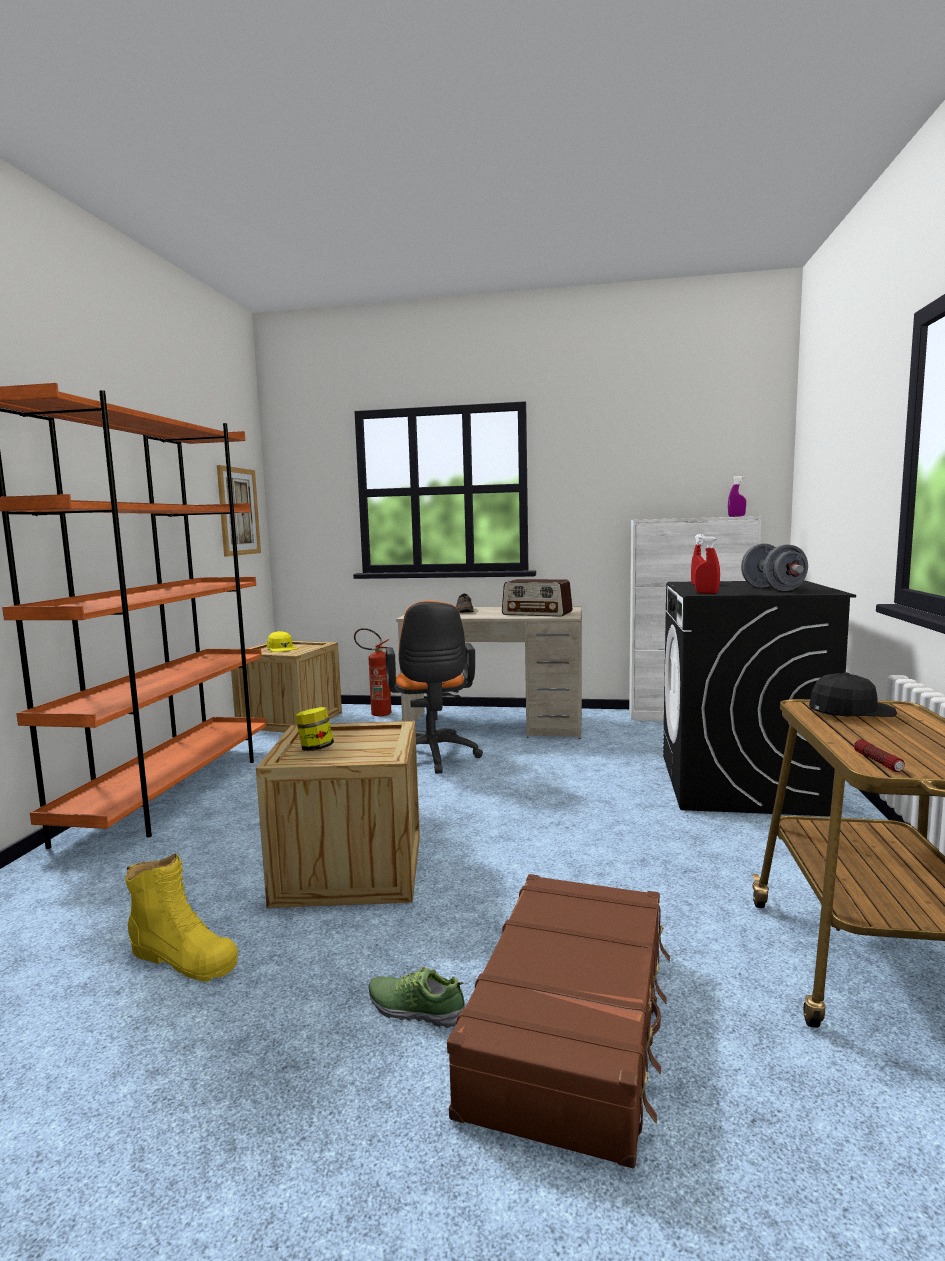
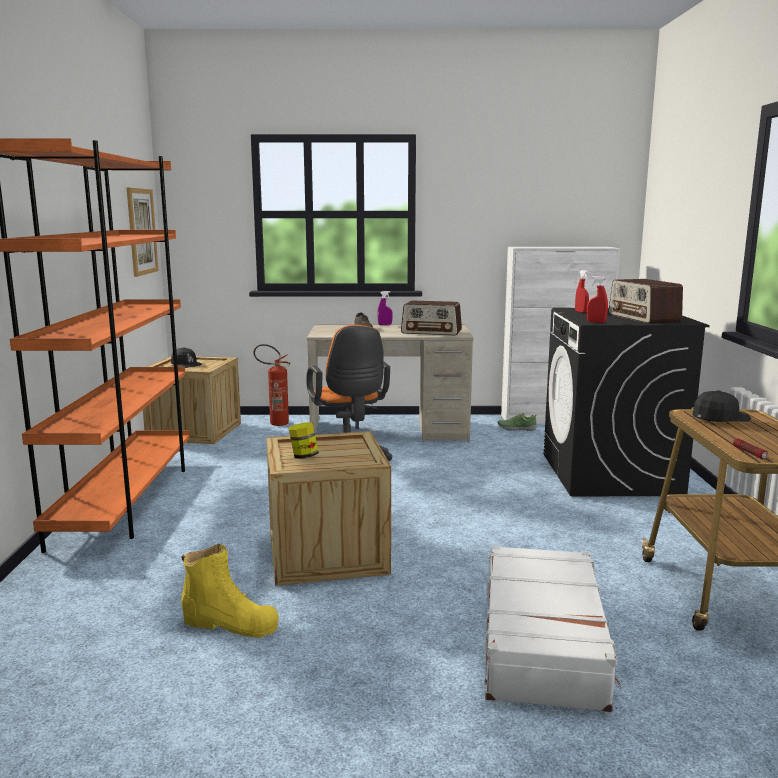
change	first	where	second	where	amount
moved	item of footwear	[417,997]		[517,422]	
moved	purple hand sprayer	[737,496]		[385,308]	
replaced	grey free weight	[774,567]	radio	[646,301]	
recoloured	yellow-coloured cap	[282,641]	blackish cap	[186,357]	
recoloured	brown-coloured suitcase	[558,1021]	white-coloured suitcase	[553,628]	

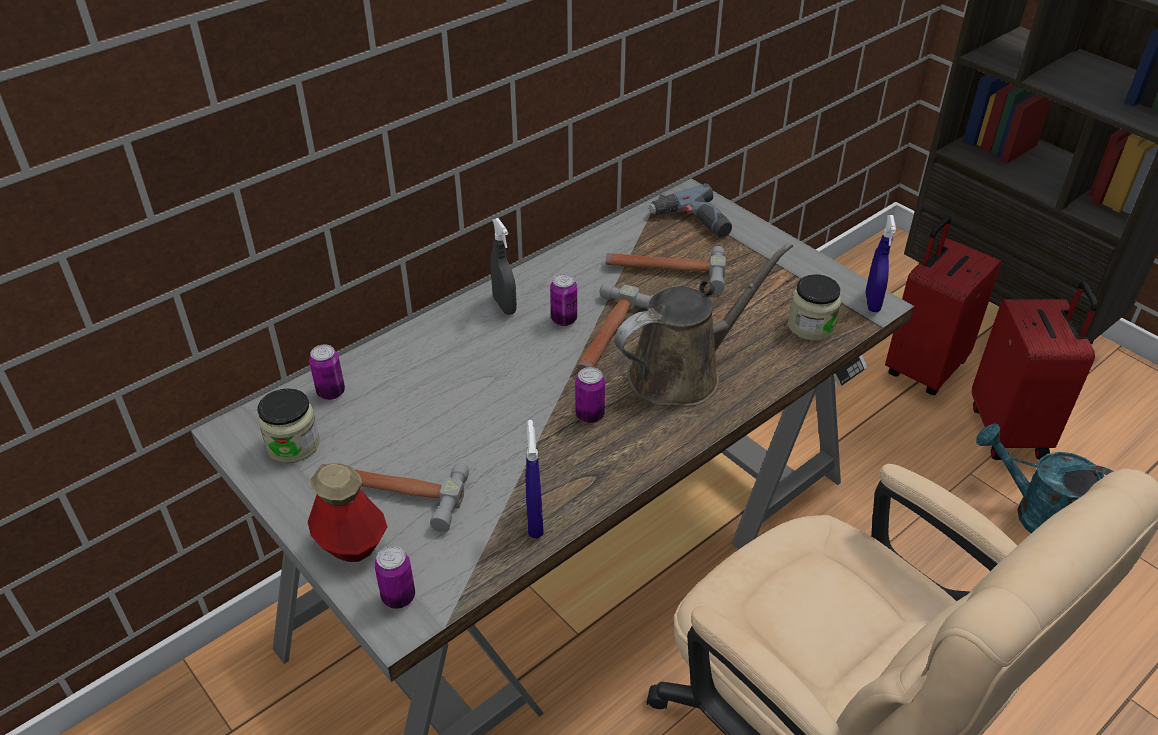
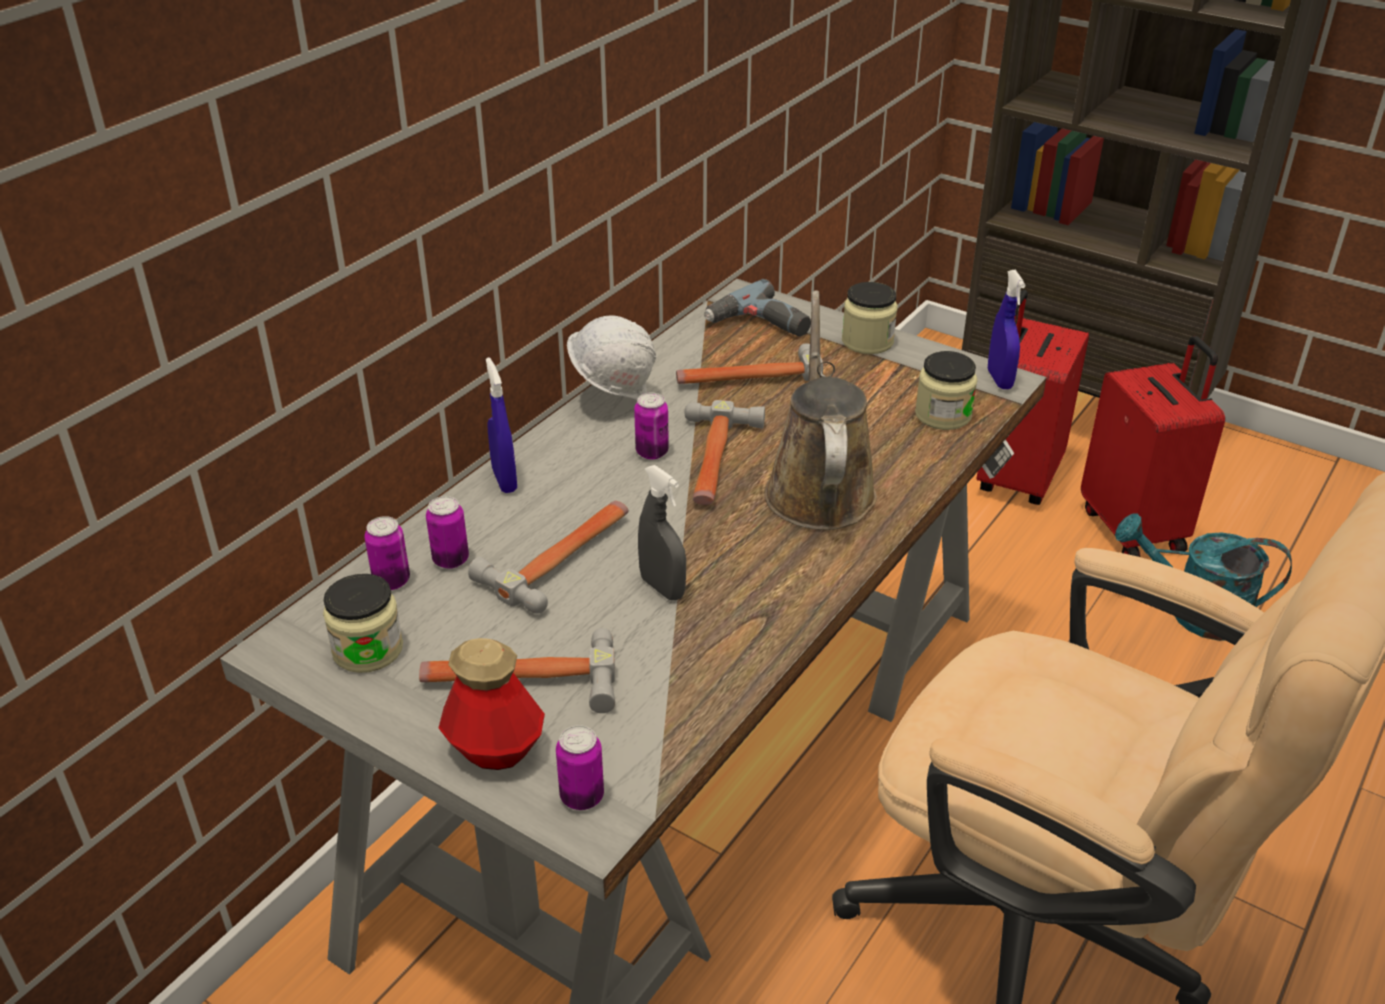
change	first	where	second	where	amount
added			tool hammer	[548,557]	
added			white-coloured work helmet	[611,358]	
added			storage jar	[869,318]	
moved	grey hand sprayer	[503,266]		[662,532]	
moved	blue hand sprayer	[534,479]		[501,425]	
moved	can	[590,395]		[447,532]	
turned	brown-coloured watering pot	[704,324]		[820,410]	45 degrees counterclockwise

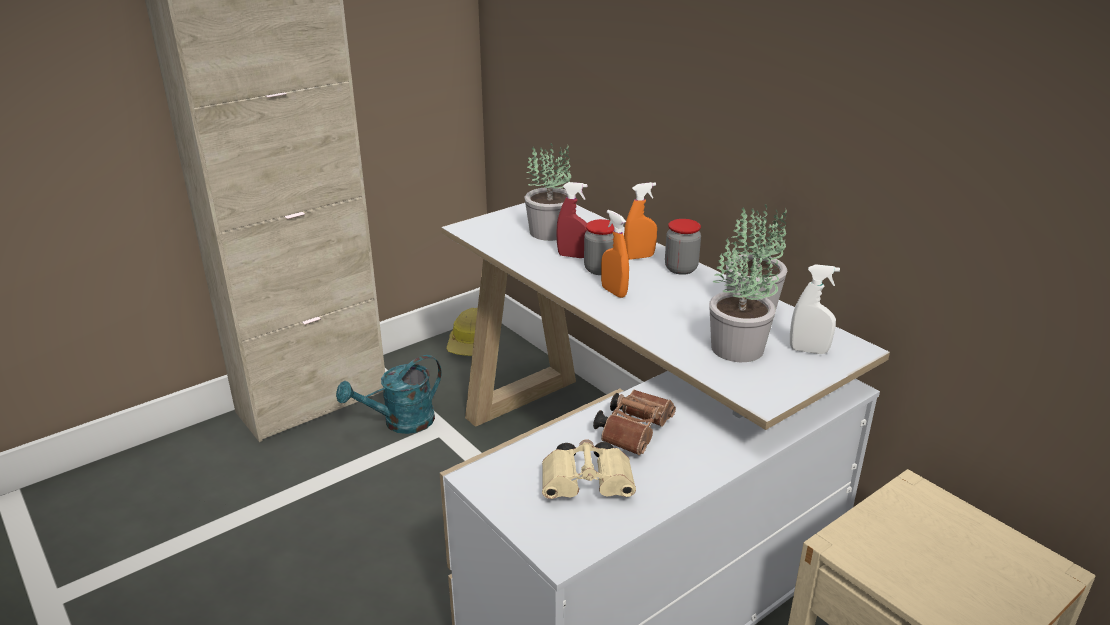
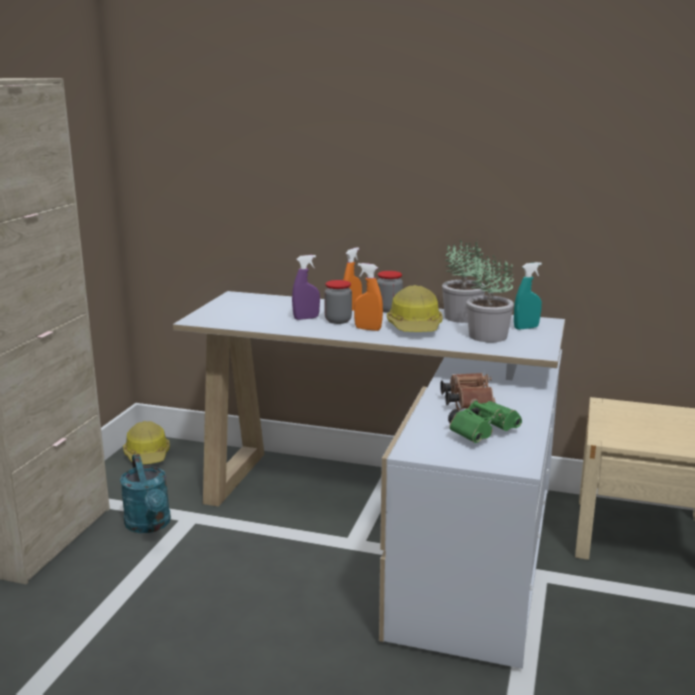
change	first	where	second	where	amount
removed	houseplant	[547,192]			
added			work helmet	[415,308]	
recoloured	sand-coloured field glasses	[589,469]	green-coloured field glasses	[485,420]	
recoloured	reddish hand sprayer	[571,220]	purple hand sprayer	[306,287]	
recoloured	white-coloured hand sprayer	[815,309]	blue-green hand sprayer	[528,296]	
turned	blue-green watering pot	[389,394]		[145,493]	45 degrees counterclockwise

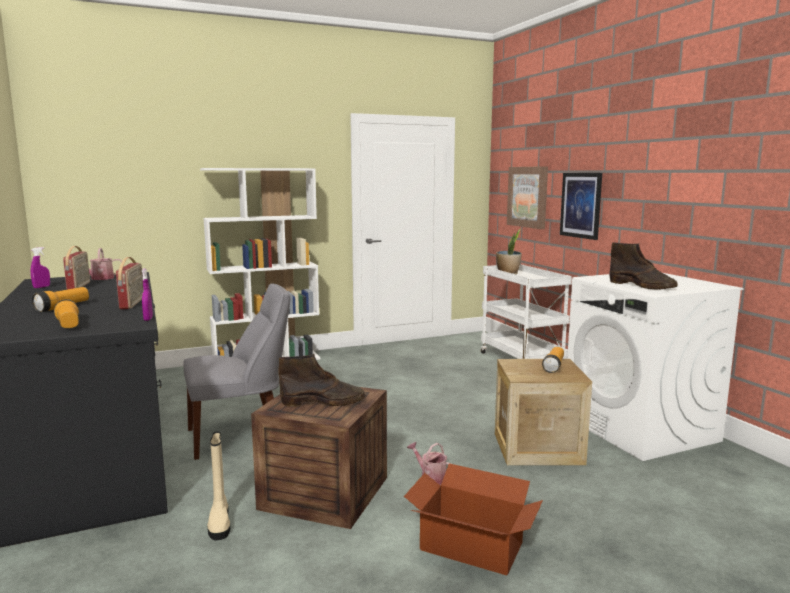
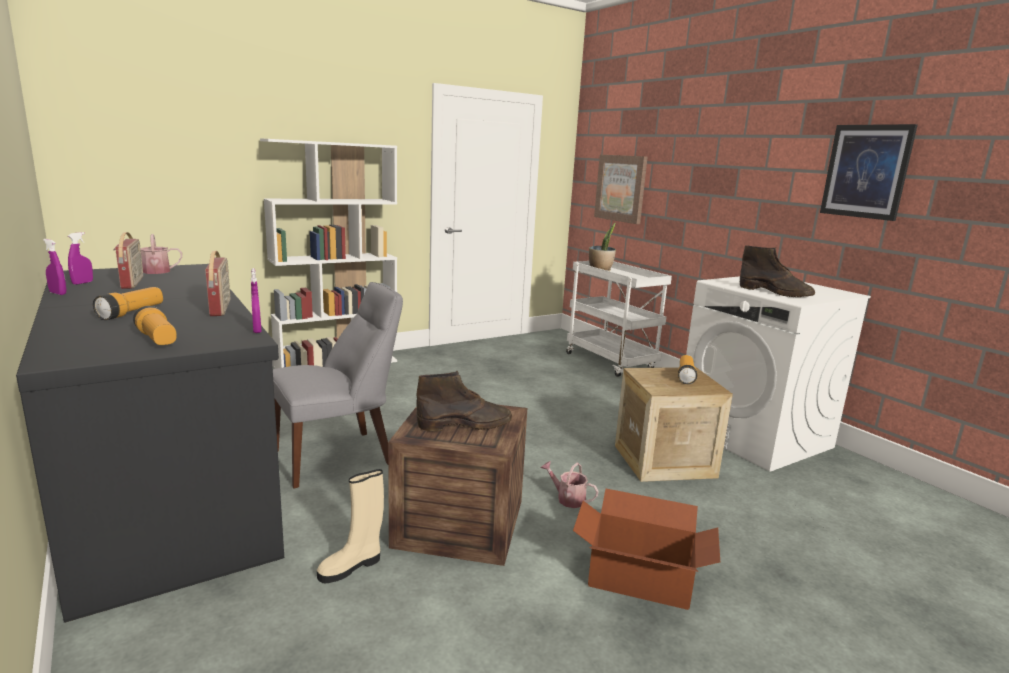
change	first	where	second	where	amount
added			purple hand sprayer	[54,267]	
moved	picture	[581,206]		[869,172]	
turned	sand-coloured tall boot	[219,485]		[350,526]	75 degrees clockwise

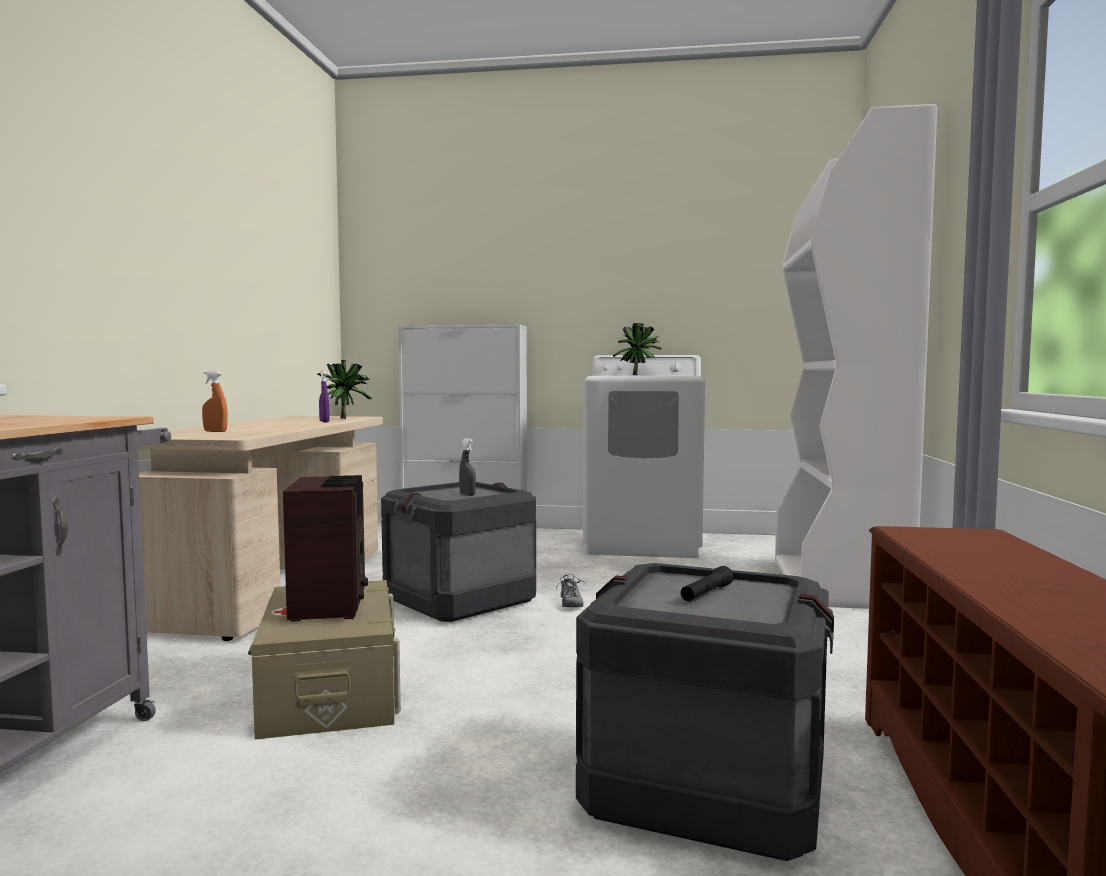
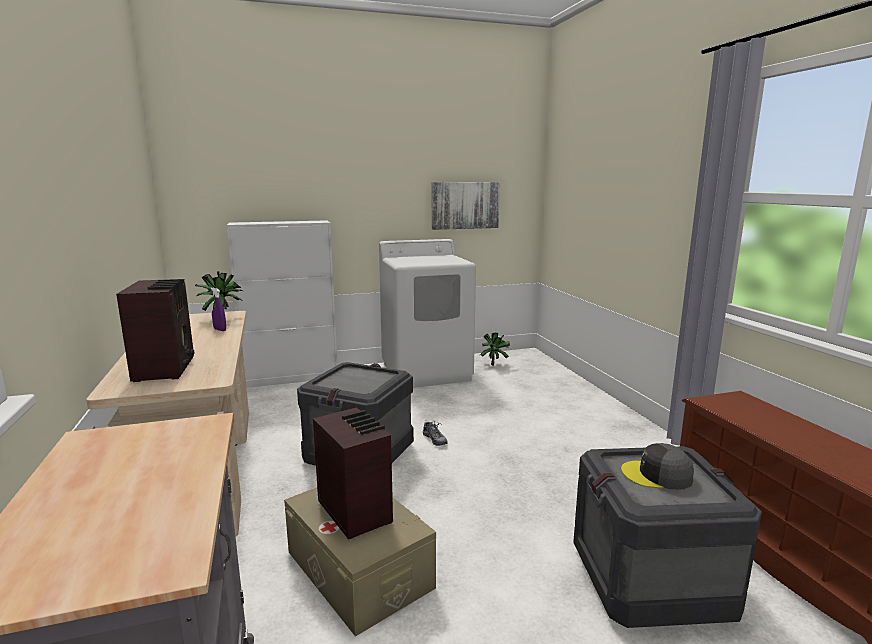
change	first	where	second	where	amount
removed	grey hand sprayer	[467,467]			
removed	white-coloured shelving unit	[856,356]			
added			picture	[466,206]	
moved	houseplant	[637,349]		[495,349]	
replaced	orangey hand sprayer	[215,401]	radio	[155,330]	
replaced	blackish hand torch	[707,583]	grey cap	[657,466]	

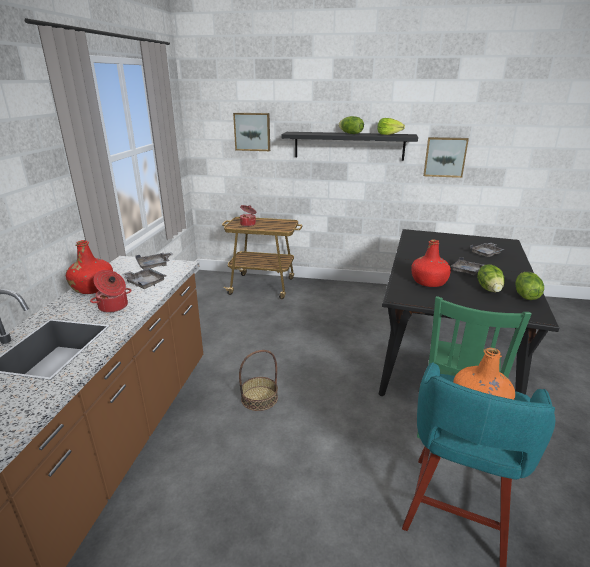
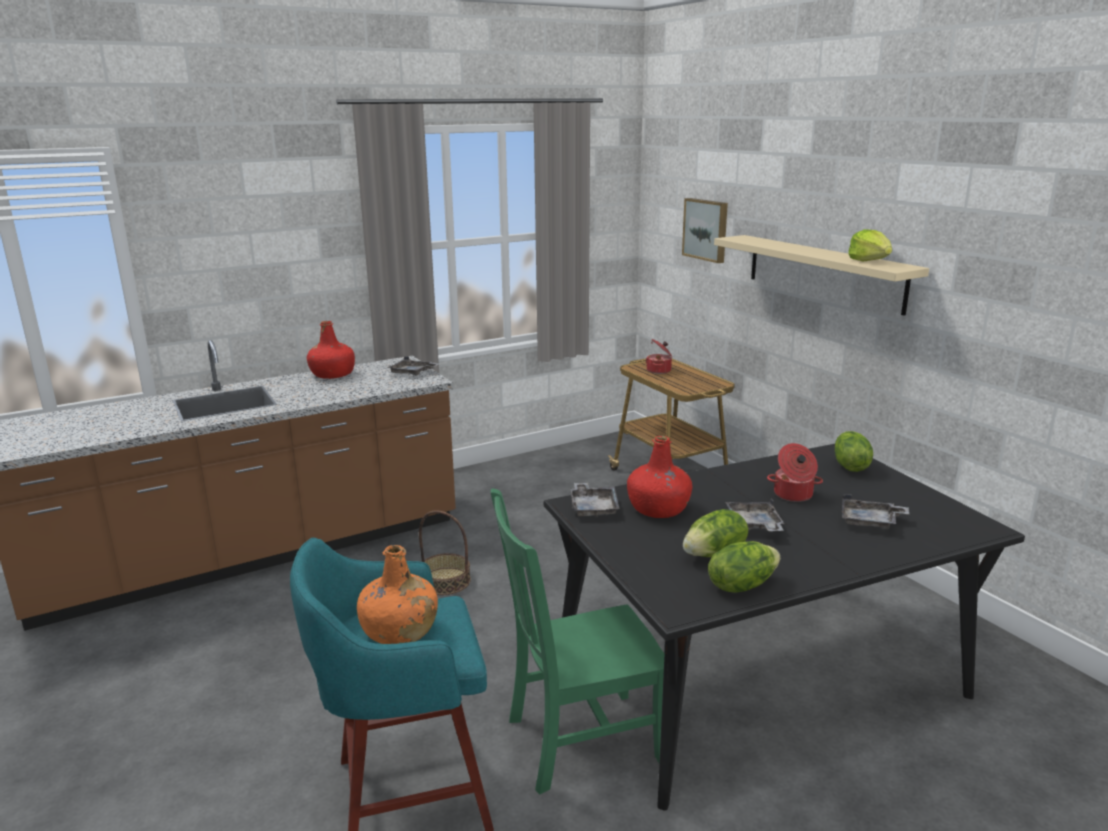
change	first	where	second	where	amount
removed	picture	[446,157]			
moved	cooking pot	[110,291]		[795,472]	
moved	grey serving tray	[144,278]		[595,500]	
moved	lettuce	[351,125]		[854,451]	
recoloured	blackish shelf	[349,146]	sand-coloured shelf	[821,275]	

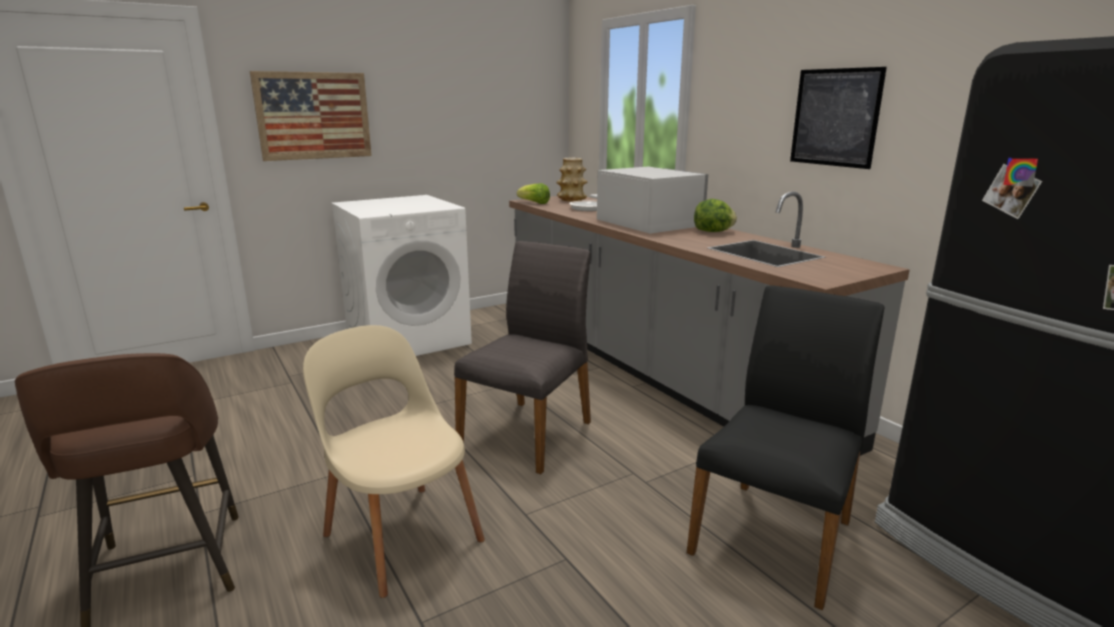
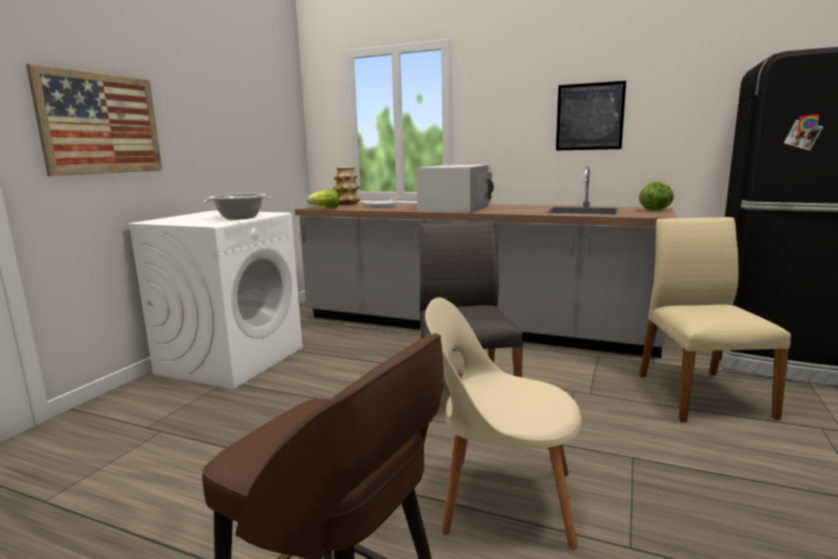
change	first	where	second	where	amount
added			cooking pot	[238,206]	
moved	lettuce	[715,215]		[656,196]	
recoloured	blackish upright chair	[785,447]	sand-coloured upright chair	[715,319]	
turned	white-coloured microwave oven	[652,200]		[455,188]	90 degrees clockwise

